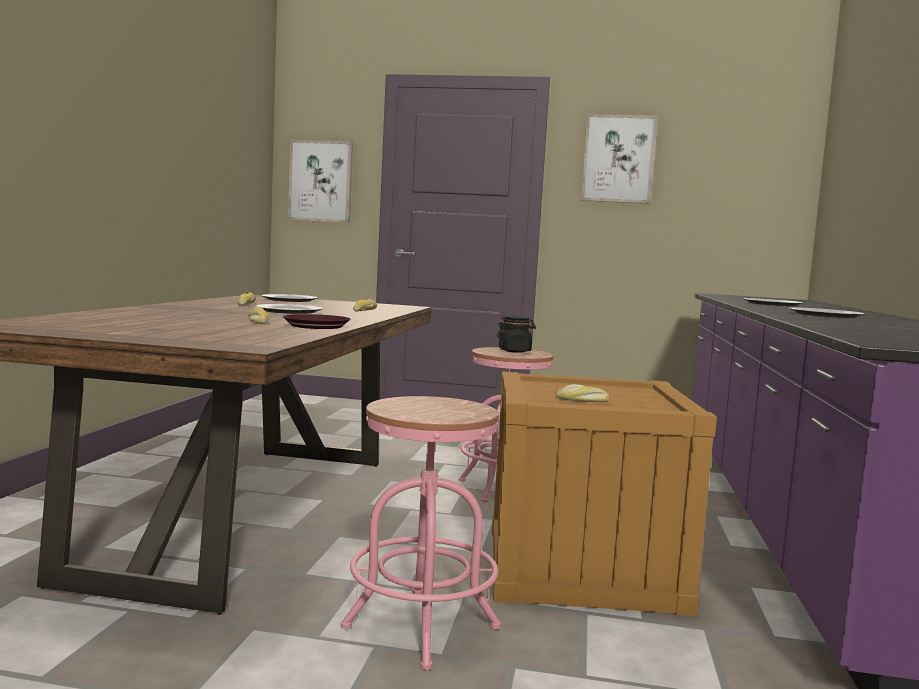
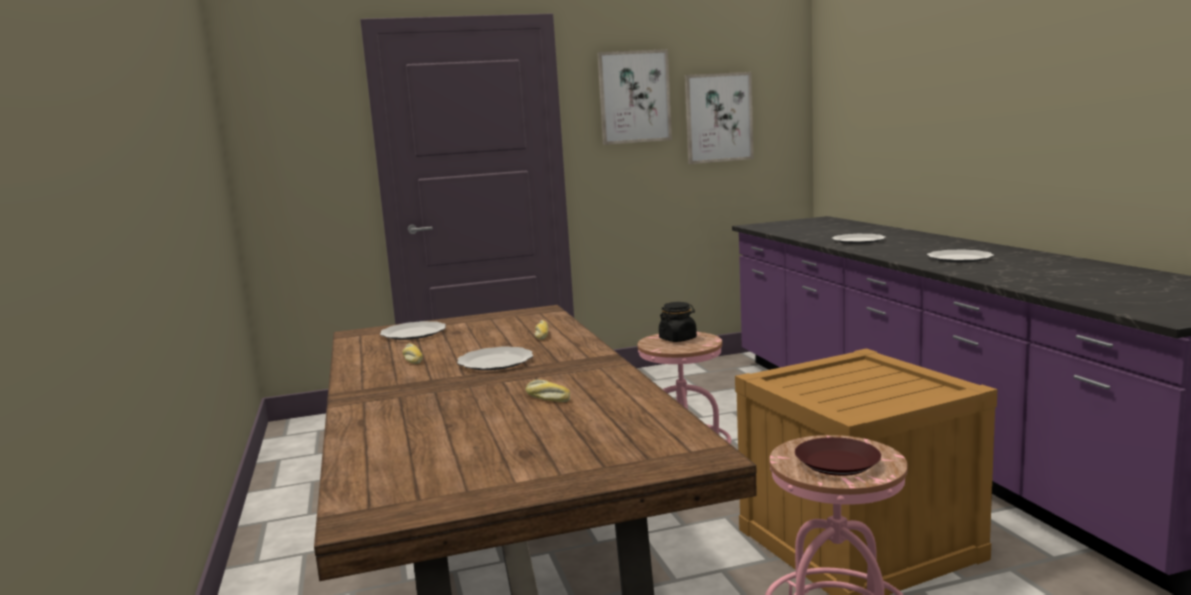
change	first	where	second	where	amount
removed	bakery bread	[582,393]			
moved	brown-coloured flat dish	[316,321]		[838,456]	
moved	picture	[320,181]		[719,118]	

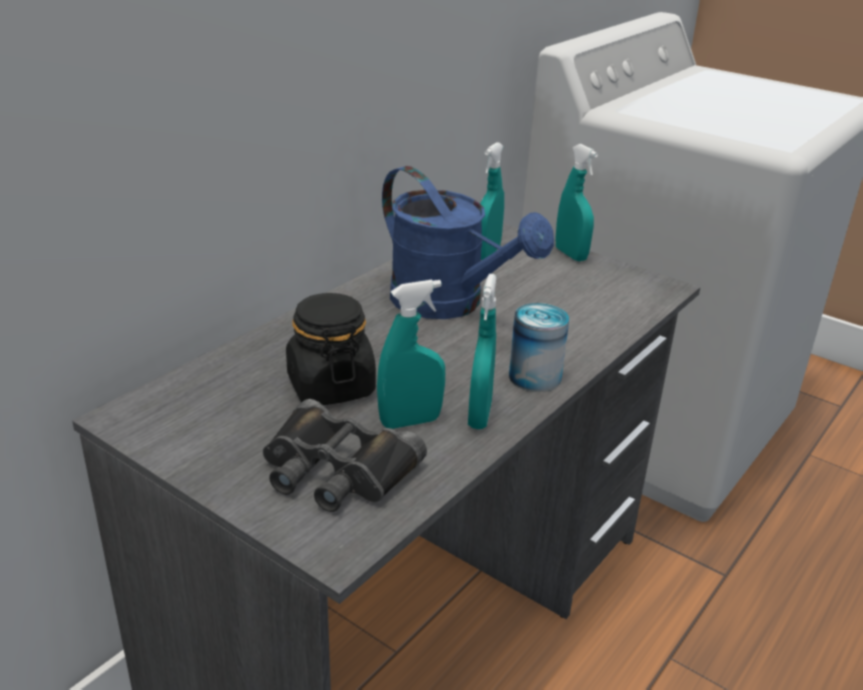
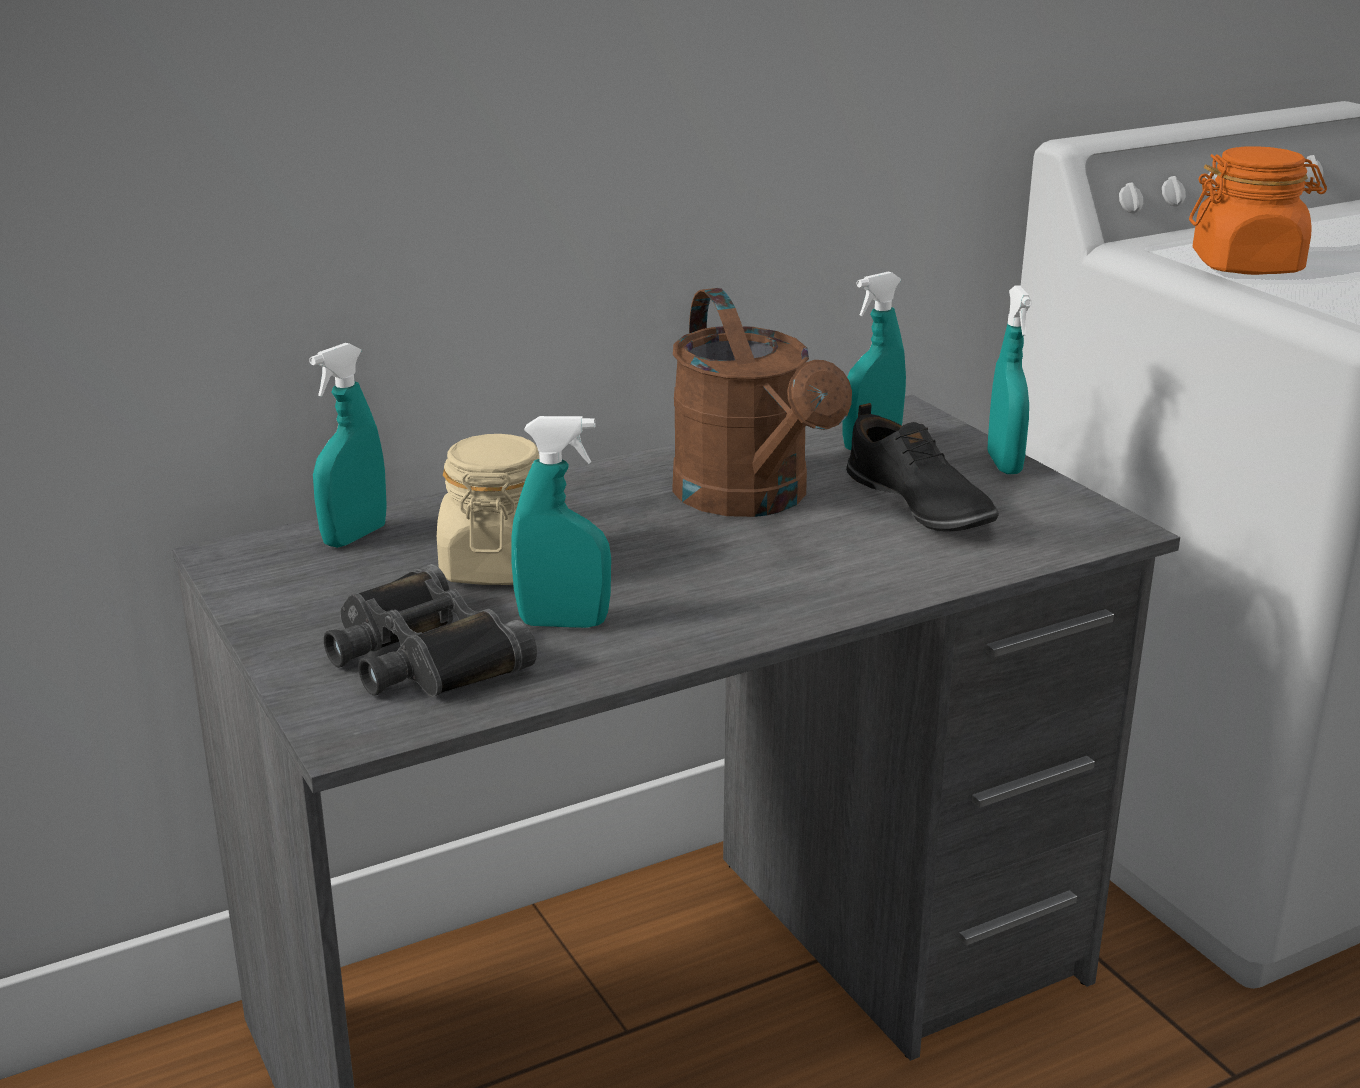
change	first	where	second	where	amount
removed	can	[539,347]			
added			blackish item of footwear	[922,467]	
added			orangey storage jar	[1258,210]	
moved	blue-green hand sprayer	[482,351]		[348,445]	
recoloured	blackish storage jar	[331,349]	sand-coloured storage jar	[488,509]	
recoloured	blue watering pot	[468,242]	brown-coloured watering pot	[762,402]	

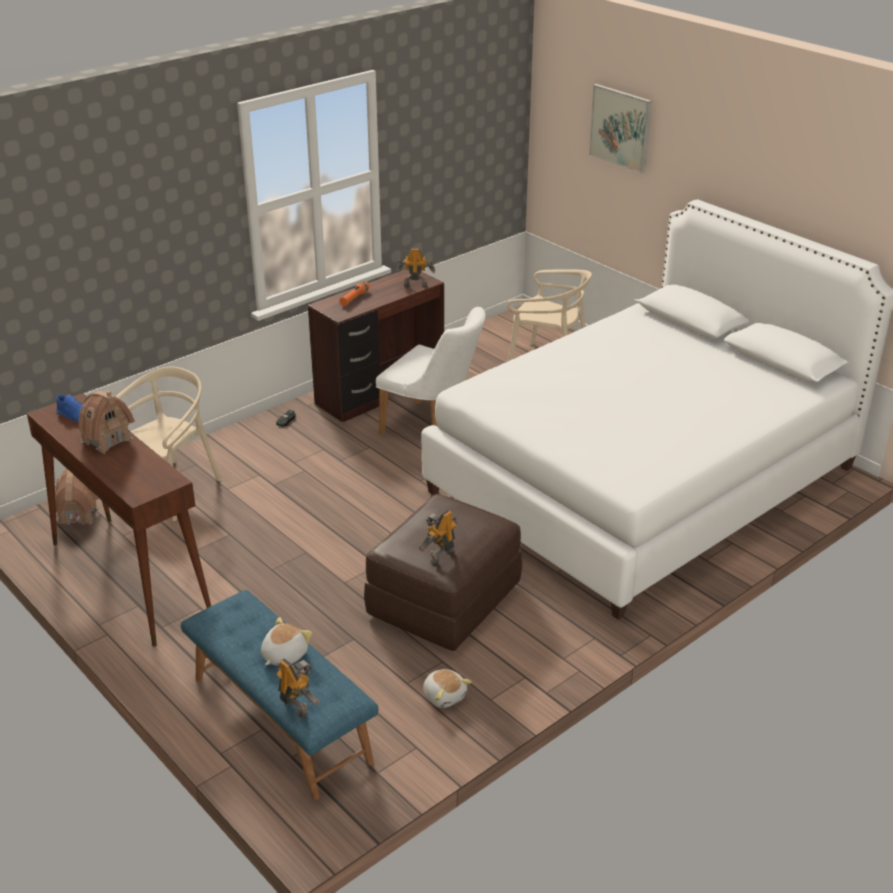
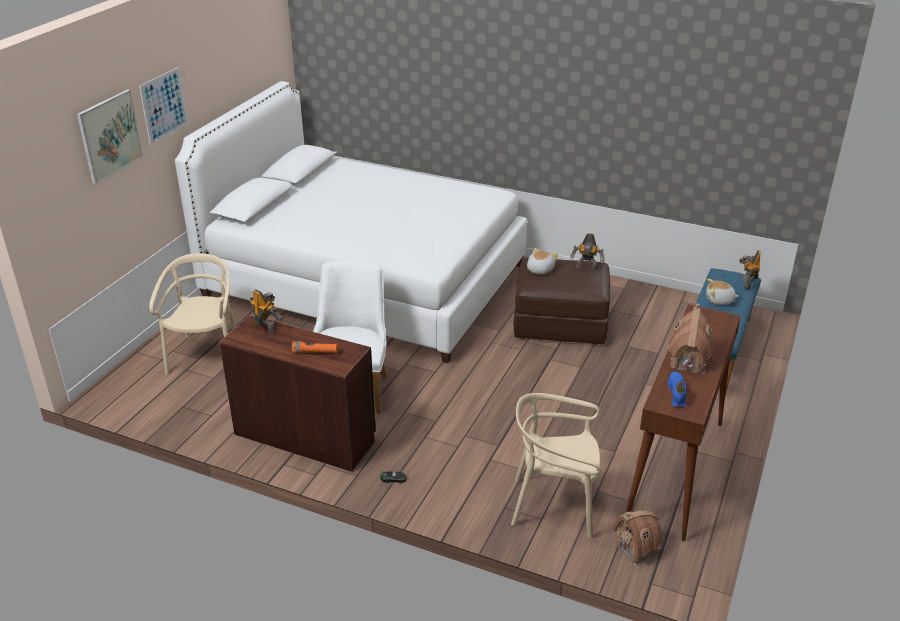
change	first	where	second	where	amount
added			picture	[163,106]	
moved	plush toy	[447,688]		[542,261]	
turned	model robot	[416,268]		[266,311]	150 degrees clockwise

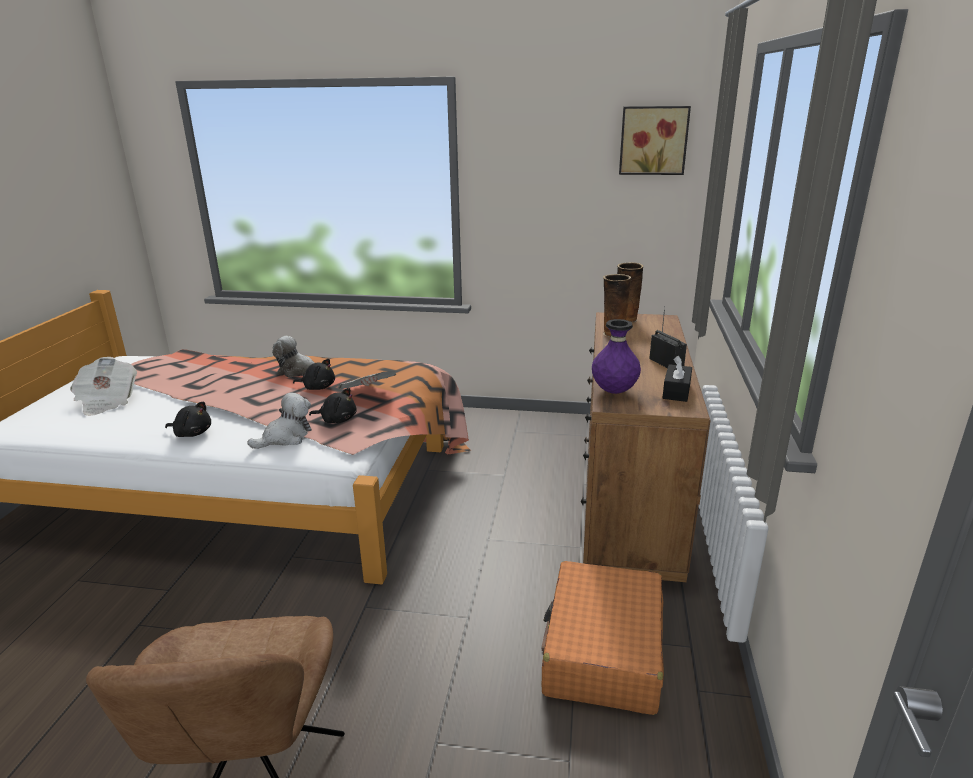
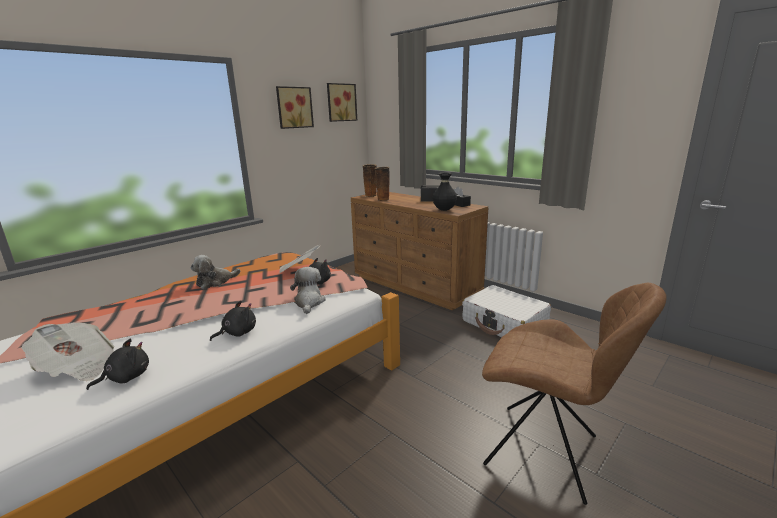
change	first	where	second	where	amount
added			picture	[295,107]	
moved	blackish plush toy	[314,374]		[117,364]	
recoloured	orangey suitcase	[602,638]	white-coloured suitcase	[506,311]	
recoloured	purple decorative vase	[616,356]	blackish decorative vase	[444,191]	

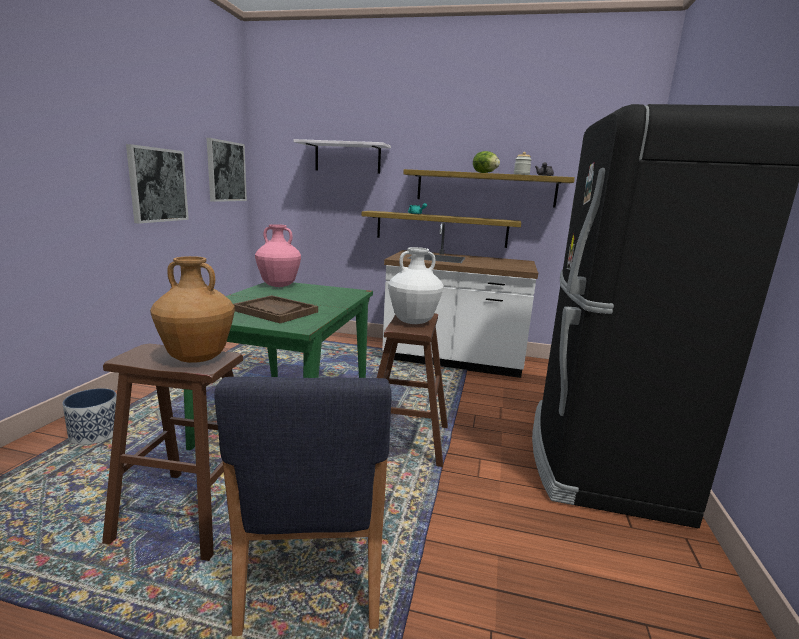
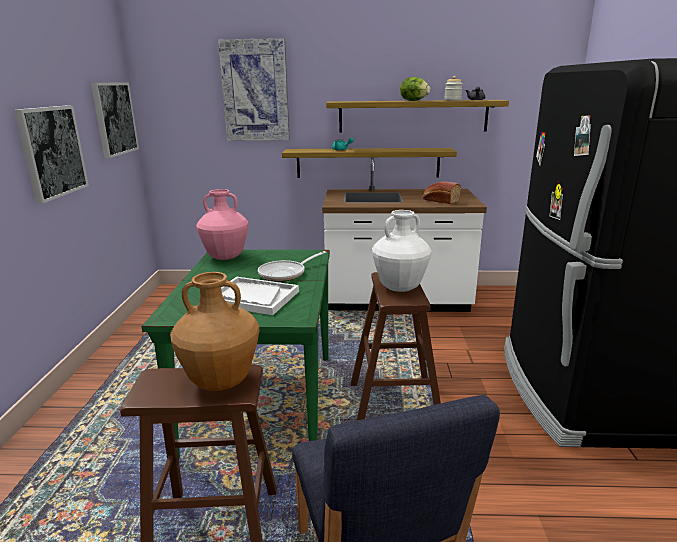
change	first	where	second	where	amount
removed	planter	[89,416]			
added			frying pan	[292,266]	
added			bakery bread	[442,193]	
replaced	white-coloured shelf	[342,156]	picture	[254,89]	
recoloured	brown-coloured serving tray	[275,309]	white-coloured serving tray	[260,296]	

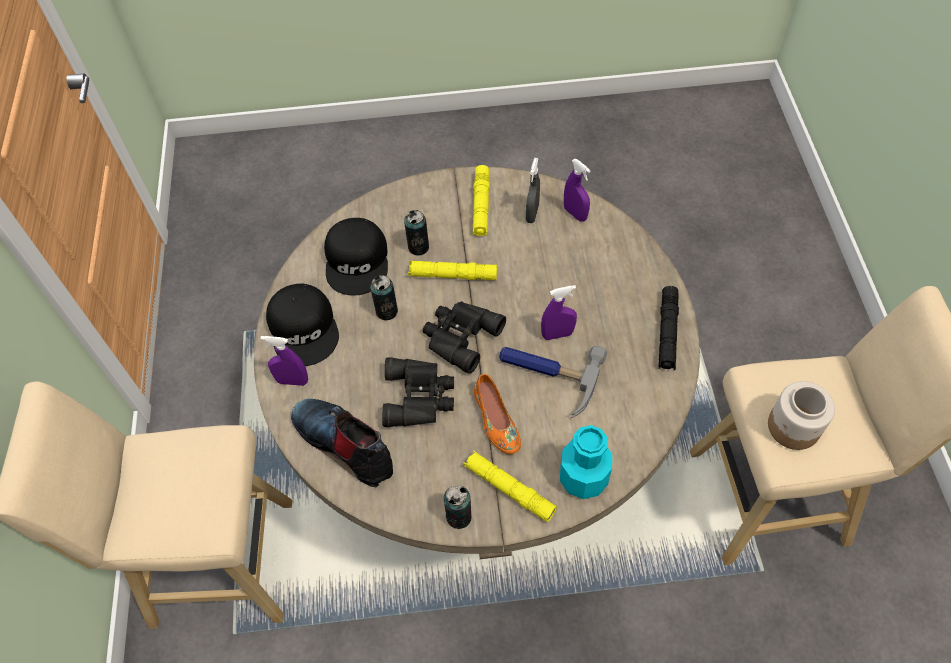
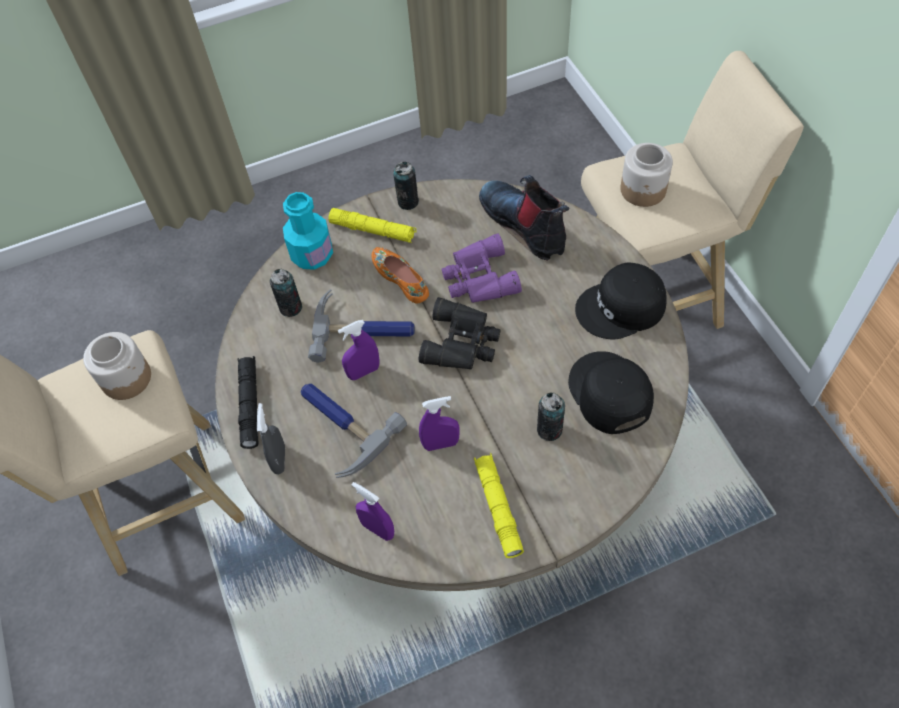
change	first	where	second	where	amount
removed	yellow-coloured hand torch	[452,270]			
added			tool hammer	[354,430]	
added			storage jar	[646,175]	
moved	purple hand sprayer	[284,361]		[439,423]	
moved	can	[384,297]		[286,293]	
moved	grey hand sprayer	[533,190]		[271,438]	
recoloured	blackish field glasses	[418,392]	purple field glasses	[481,268]	
turned	blackish cap	[302,324]		[621,301]	75 degrees counterclockwise
turned	tall boot	[342,443]		[524,218]	150 degrees counterclockwise

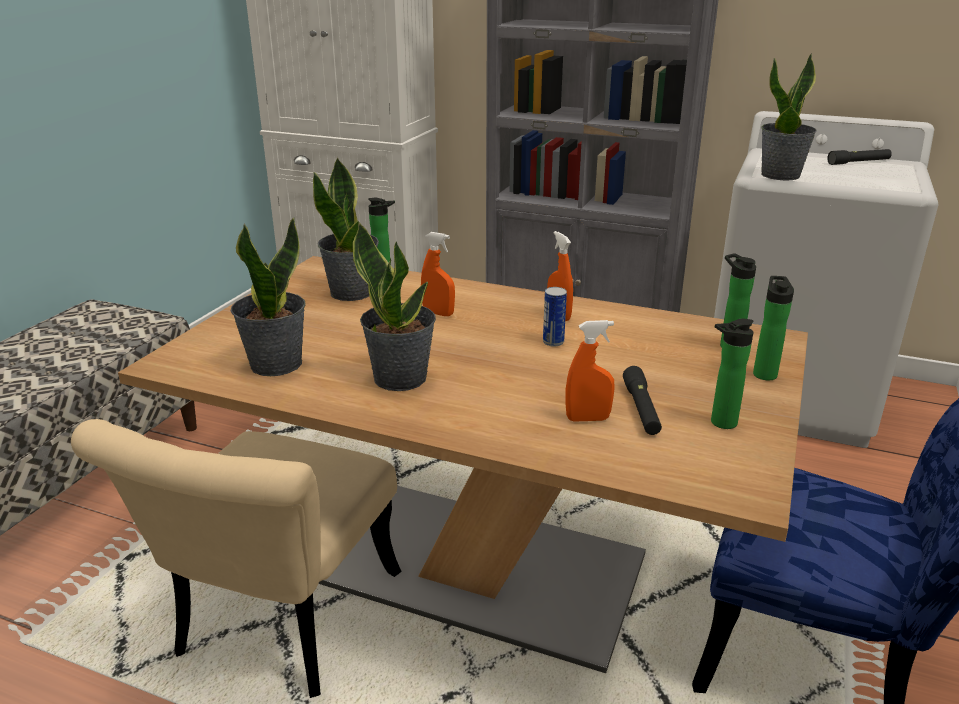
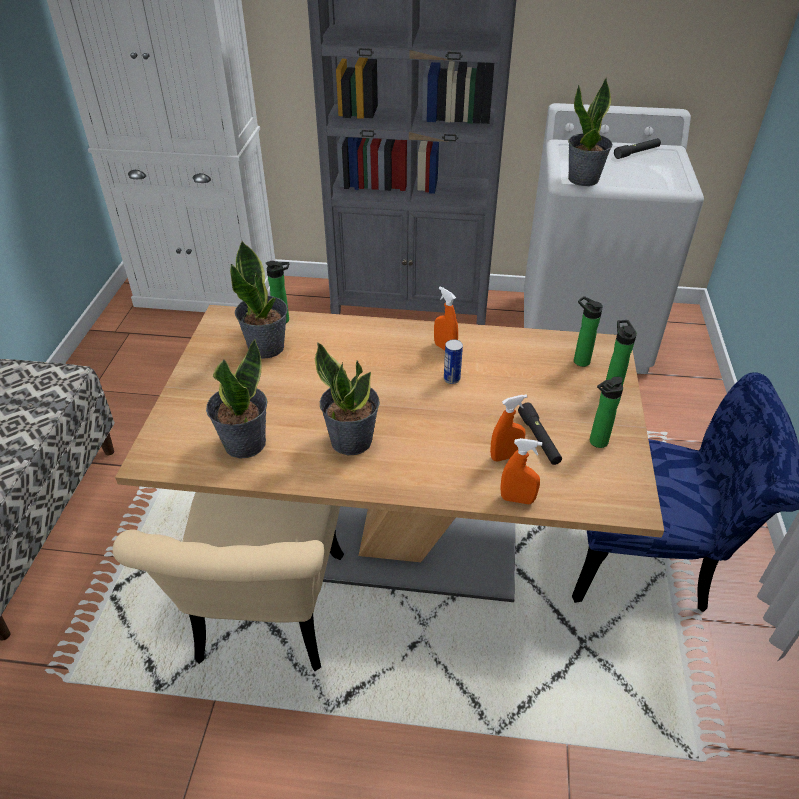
change	first	where	second	where	amount
moved	orangey hand sprayer	[438,274]		[521,471]	

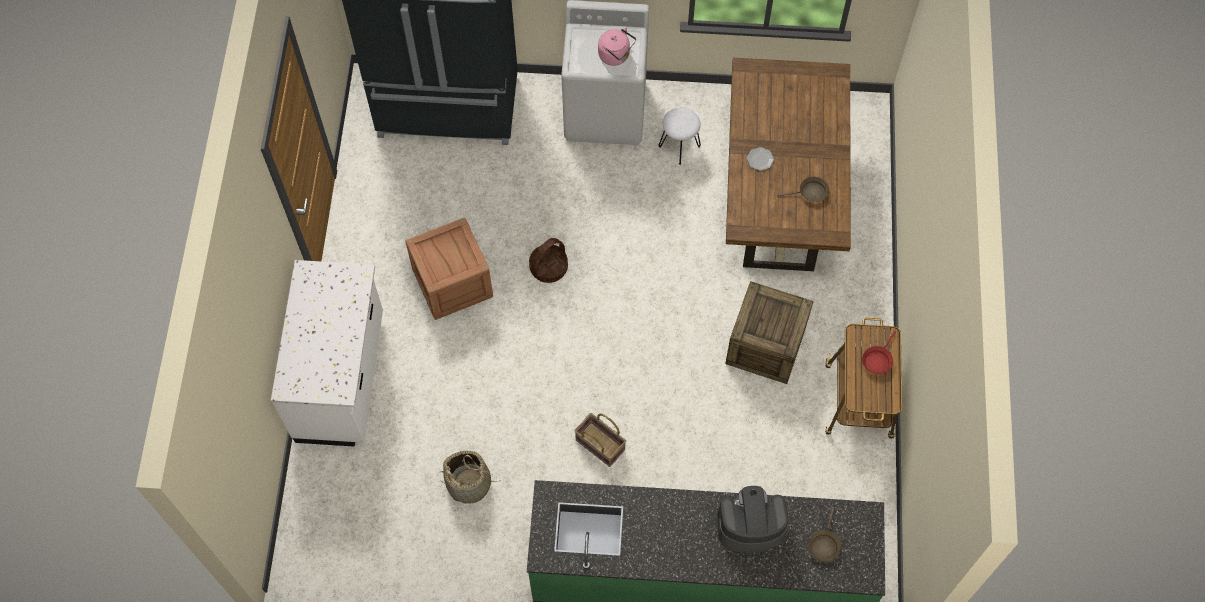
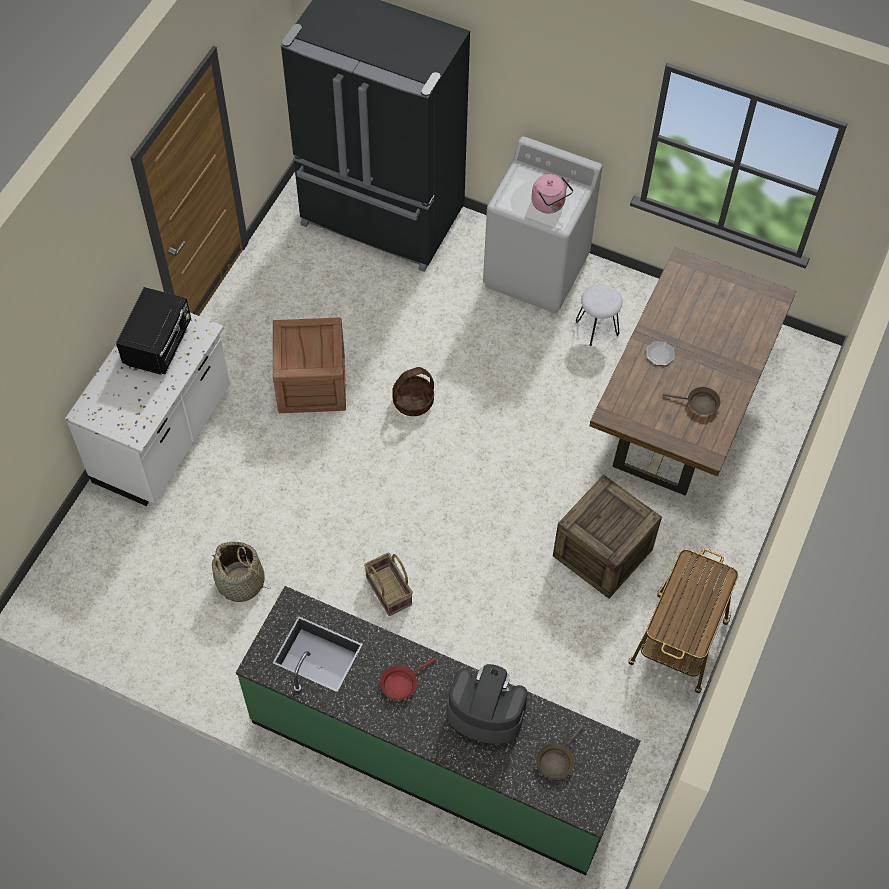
change	first	where	second	where	amount
added			blackish microwave oven	[153,331]	
moved	reddish frying pan	[879,352]		[408,679]	

